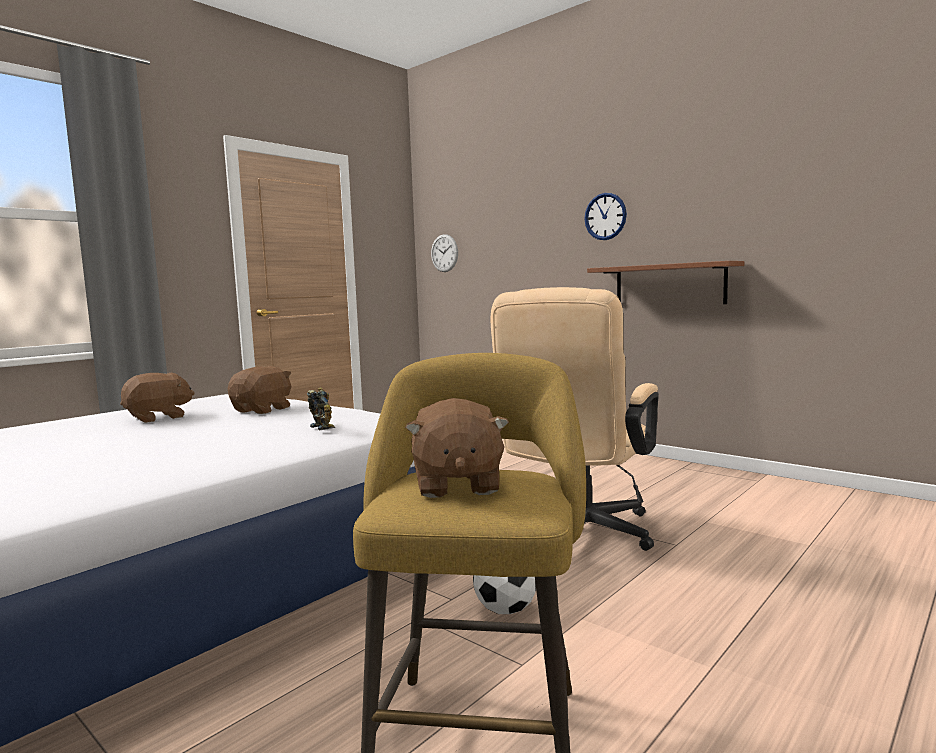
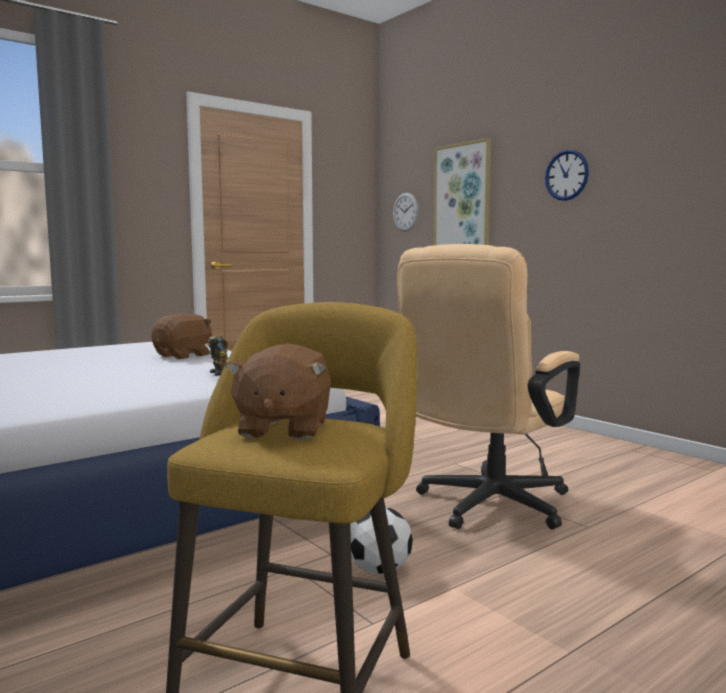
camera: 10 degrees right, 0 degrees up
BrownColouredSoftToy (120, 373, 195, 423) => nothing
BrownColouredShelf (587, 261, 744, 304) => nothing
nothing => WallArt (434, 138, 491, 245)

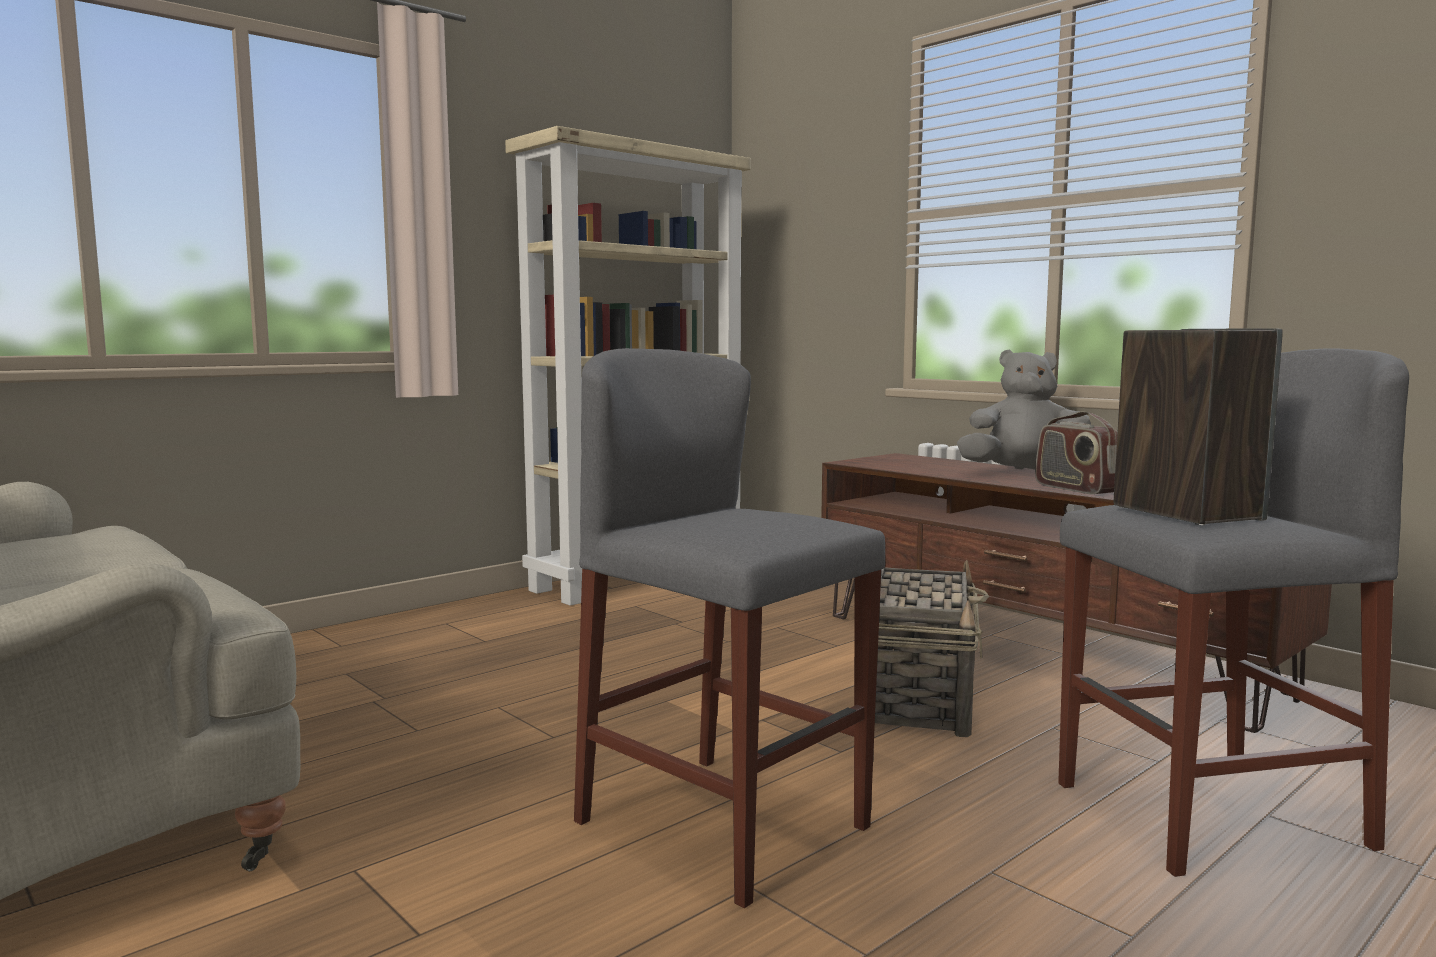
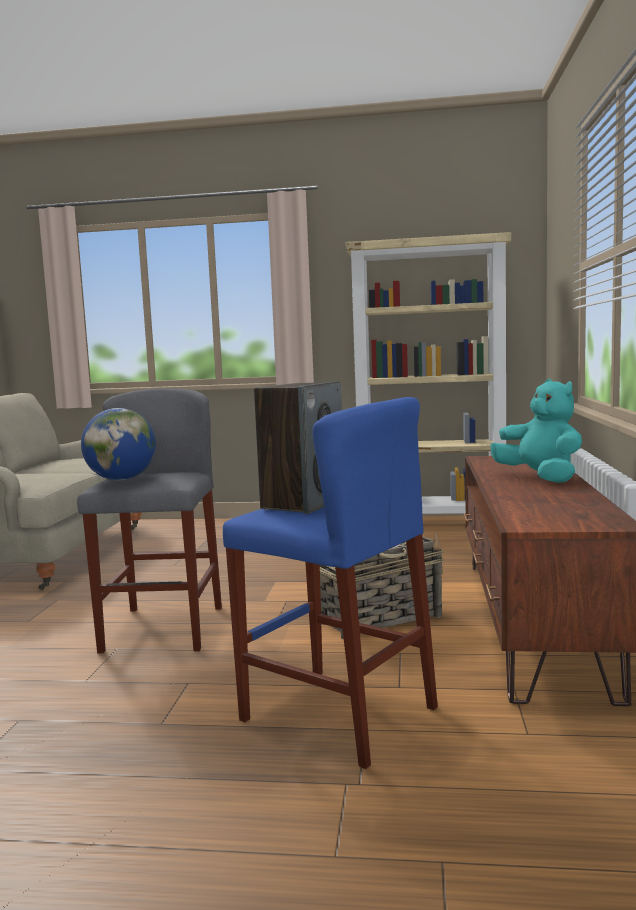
camera: 50 degrees right, 0 degrees up
RadioReceiver (1035, 411, 1118, 494) => nothing
nothing => WorldGlobe (81, 408, 156, 480)
GreyishSoftToy (957, 350, 1091, 470) => TurquoiseColouredSoftToy (490, 379, 582, 483)
GreyishSittingStool (1058, 348, 1409, 877) => BluishSittingStool (223, 397, 438, 769)

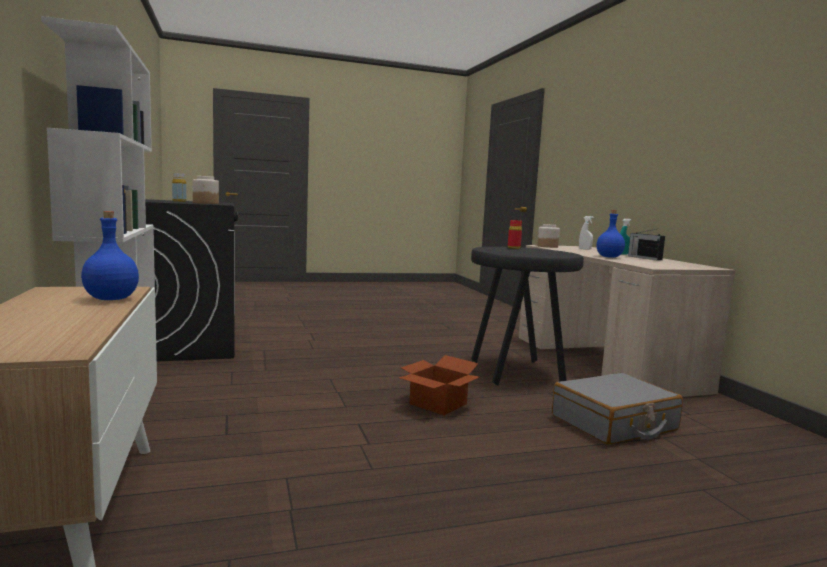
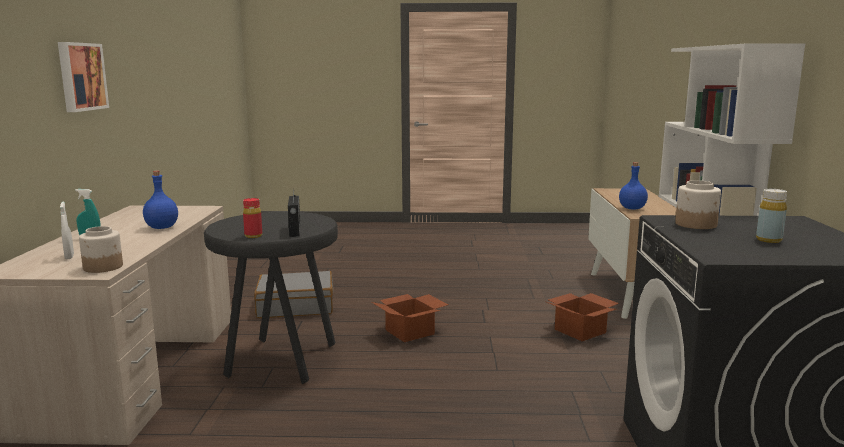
camera: 160 degrees left, 5 degrees up
nothing => WallArt (58, 42, 109, 112)
nothing => CardboardBox (547, 293, 619, 341)
RadioReceiver (628, 229, 665, 260) => RadioReceiver (288, 192, 300, 237), move

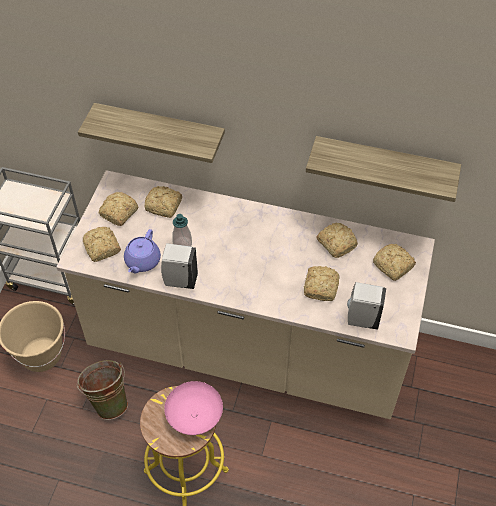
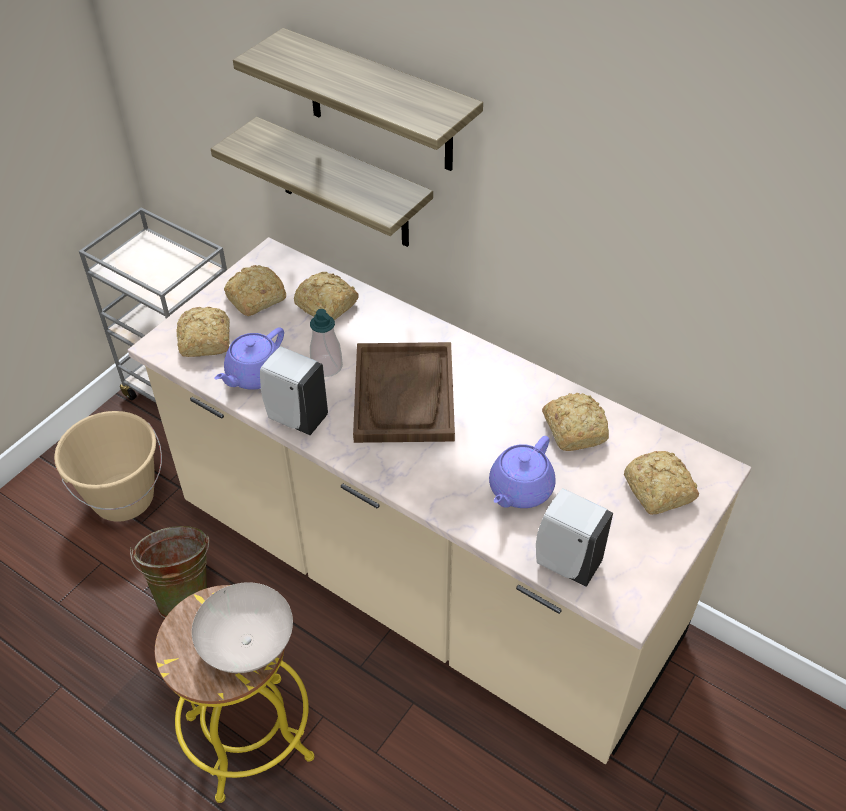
camera: 20 degrees right, 5 degrees down
nothing => BrownColouredServingTray (353, 342, 455, 443)
Shelf (306, 136, 461, 202) => Shelf (233, 28, 483, 171), move
Bread (304, 266, 340, 301) => PurpleColouredTeapot (489, 436, 556, 508)
PinkishDeepDish (164, 381, 223, 435) => WhitishDeepDish (192, 582, 293, 673)

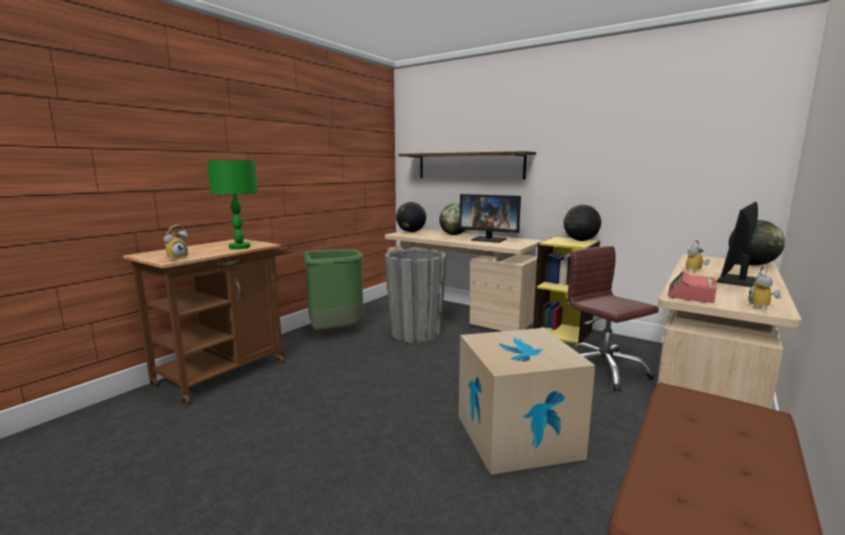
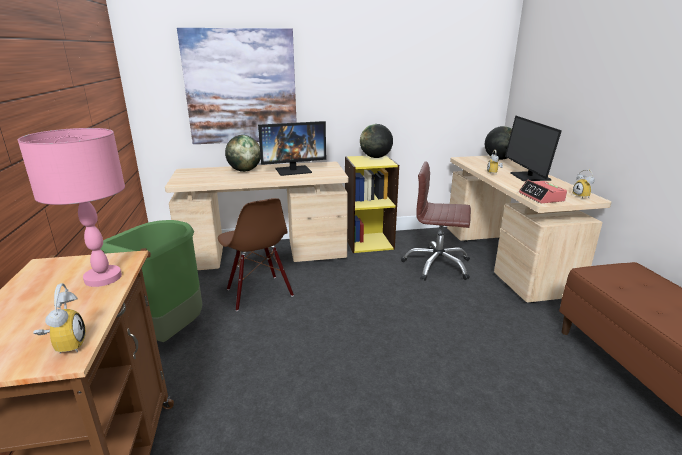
camera: 45 degrees left, 10 degrees up
WorldGlobe (396, 202, 426, 232) => nothing
CardboardBox (459, 328, 595, 475) => nothing
GreyishPlanter (384, 248, 447, 343) => BrownColouredChair (218, 198, 294, 311)
Shelf (399, 151, 536, 180) => WallArt (177, 28, 297, 144)
GreenColouredTabletopLamp (207, 160, 258, 249) => PinkishTabletopLamp (18, 128, 125, 287)

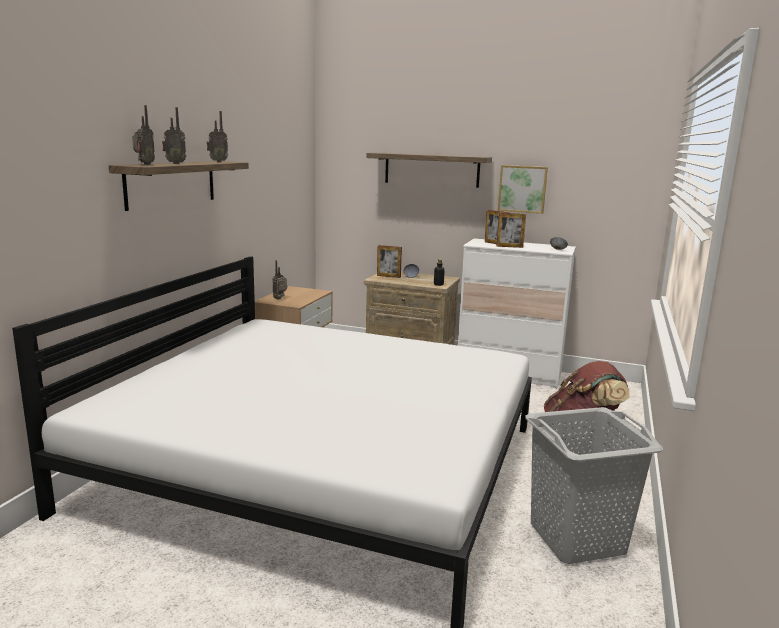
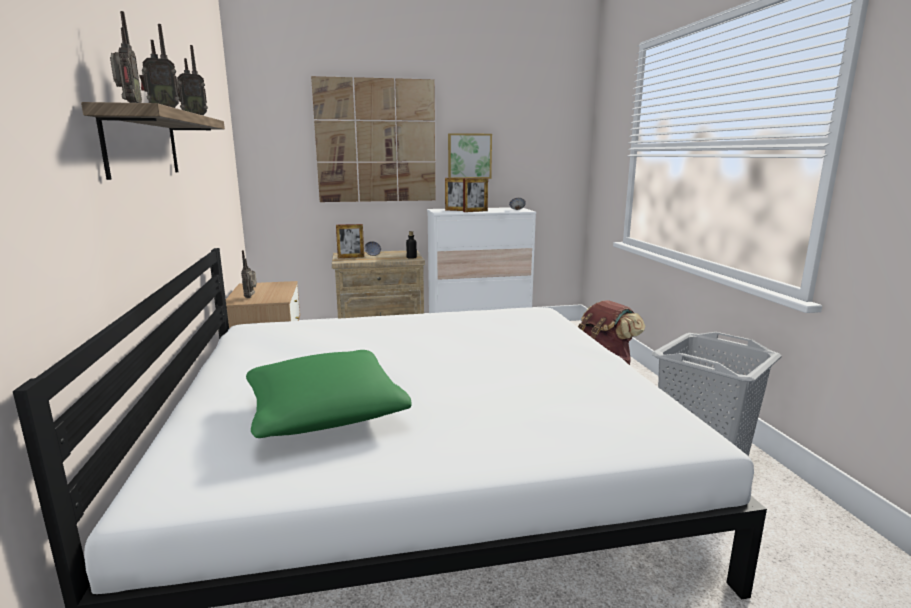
camera: 30 degrees left, 0 degrees up
nothing => GreenColouredThrowPillow (246, 350, 412, 438)
Shelf (367, 153, 492, 188) => WallArt (311, 76, 436, 202)

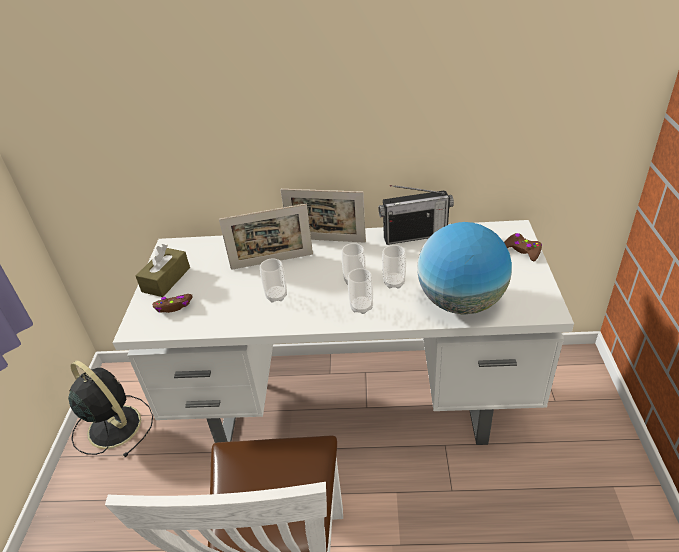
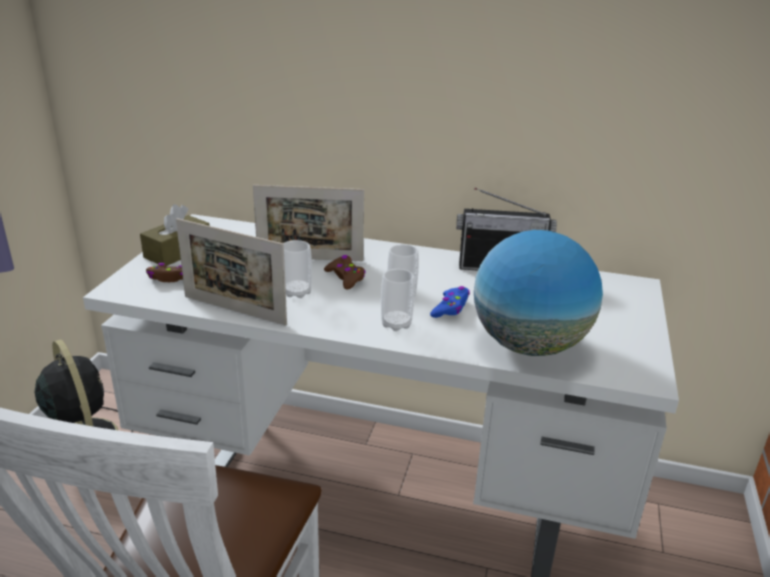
camera: 10 degrees right, 10 degrees down
PictureFrame (280, 189, 366, 243) => PictureFrame (176, 218, 287, 326), move
BrownColouredGamepad (504, 233, 542, 261) => BrownColouredGamepad (324, 255, 366, 290), move
DrinkingCup (382, 245, 406, 289) => BluishGamepad (430, 286, 470, 318)

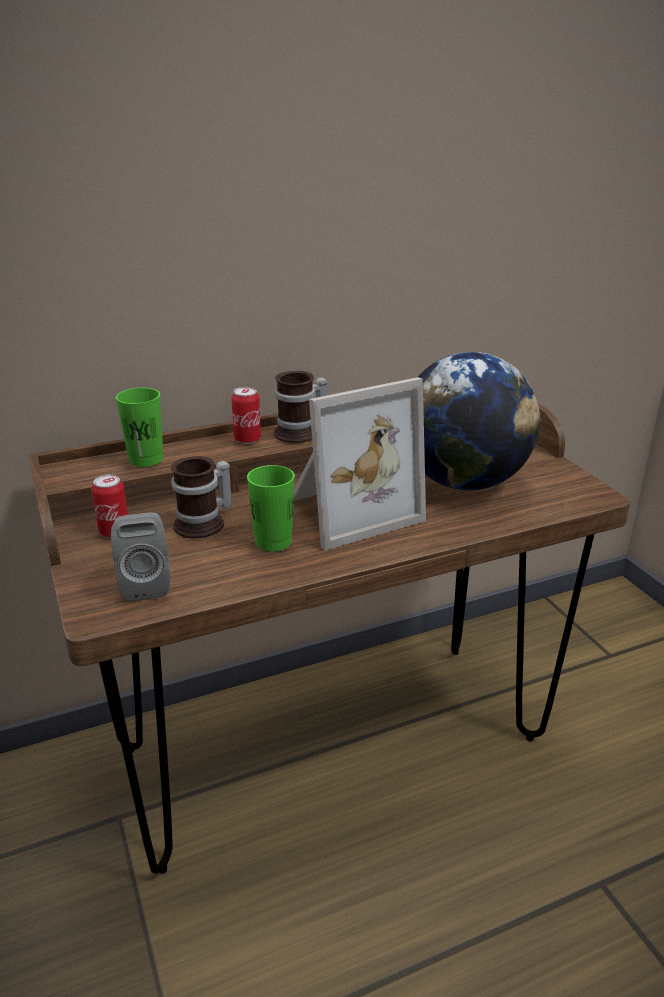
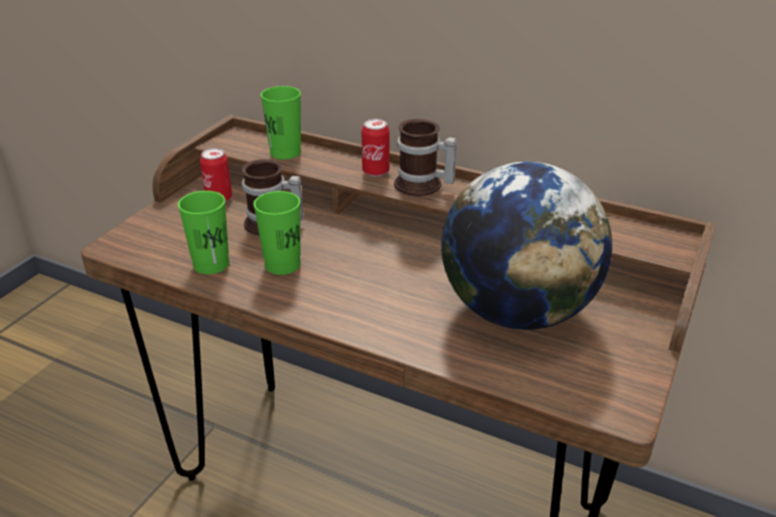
camera: 50 degrees right, 5 degrees up
GreyishLoudspeaker (111, 513, 170, 601) => nothing
PictureFrame (294, 377, 426, 550) => nothing
nothing => GreenColouredDrinkingCup (178, 191, 229, 274)

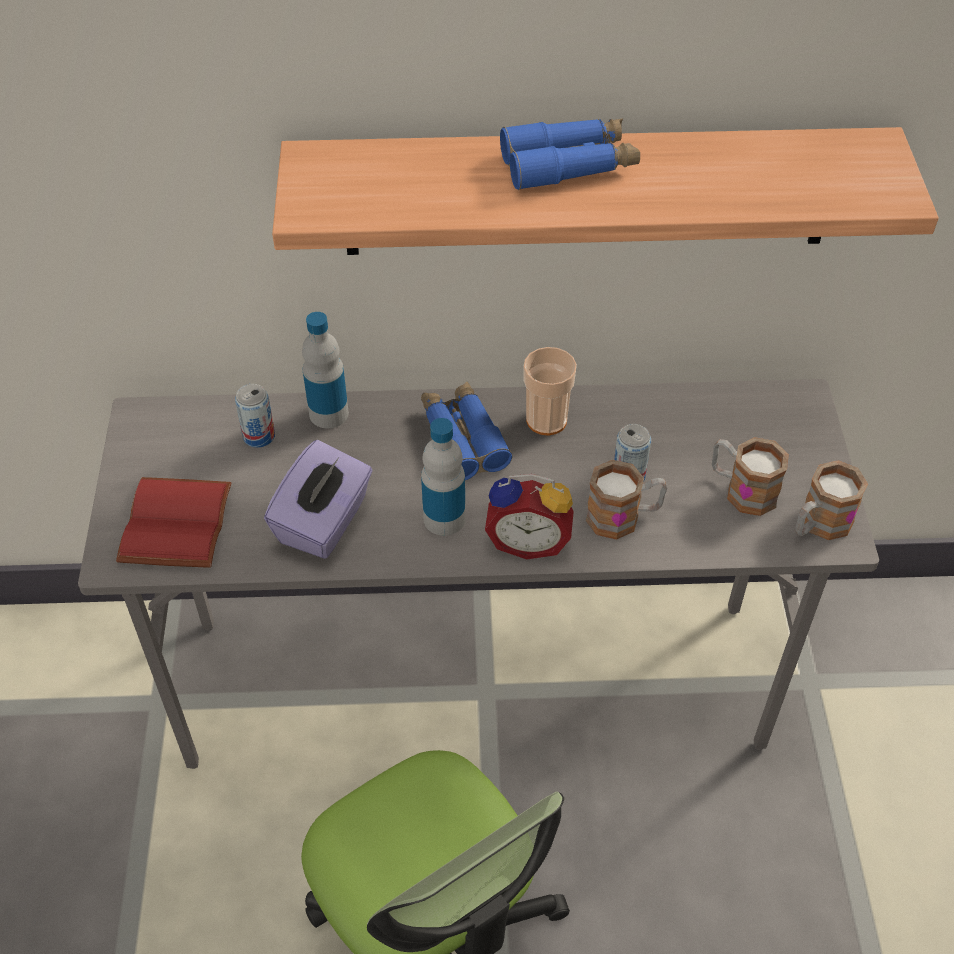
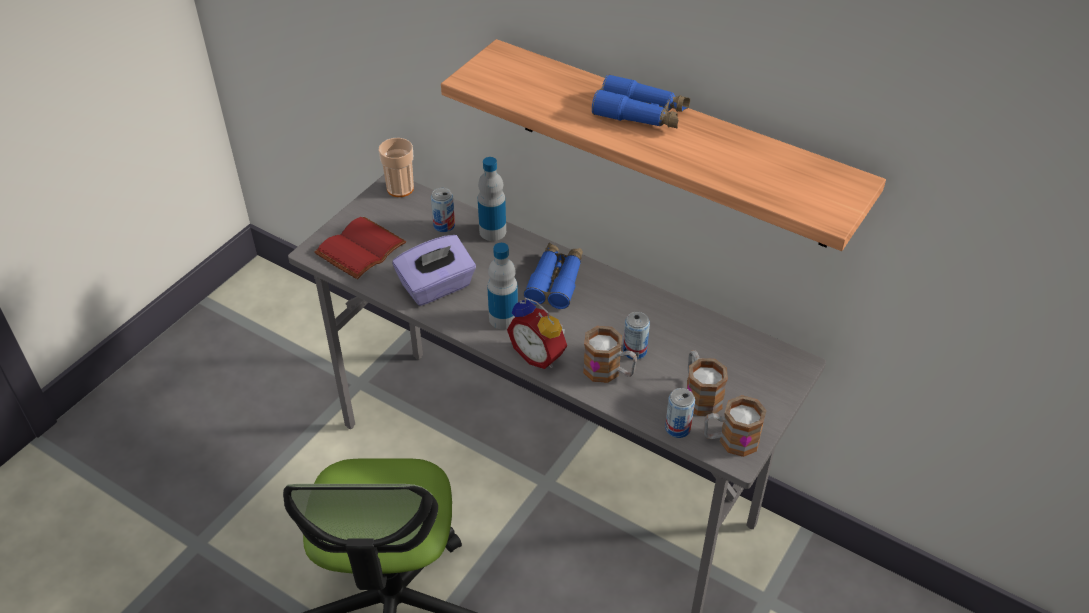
camera: 35 degrees right, 5 degrees down
nothing => Can (665, 388, 695, 438)
DrinkingCup (523, 347, 577, 436) => DrinkingCup (378, 138, 414, 197), move

